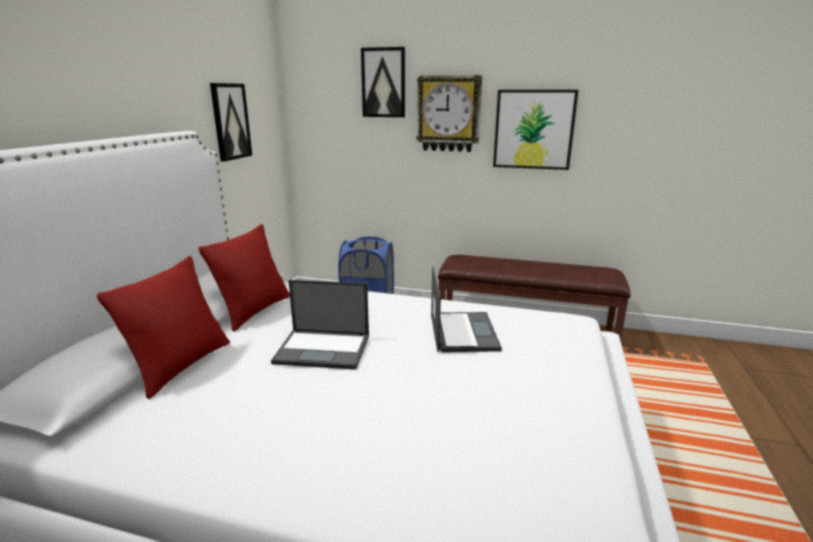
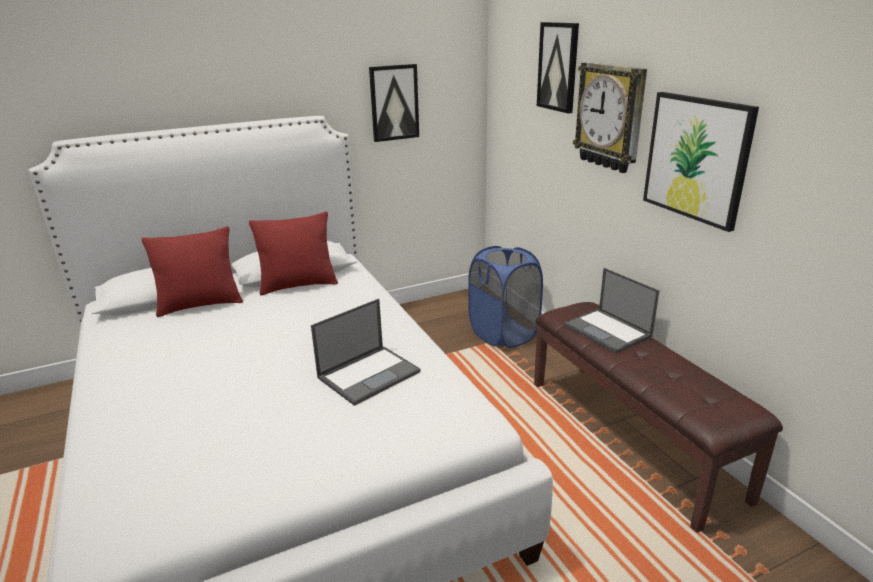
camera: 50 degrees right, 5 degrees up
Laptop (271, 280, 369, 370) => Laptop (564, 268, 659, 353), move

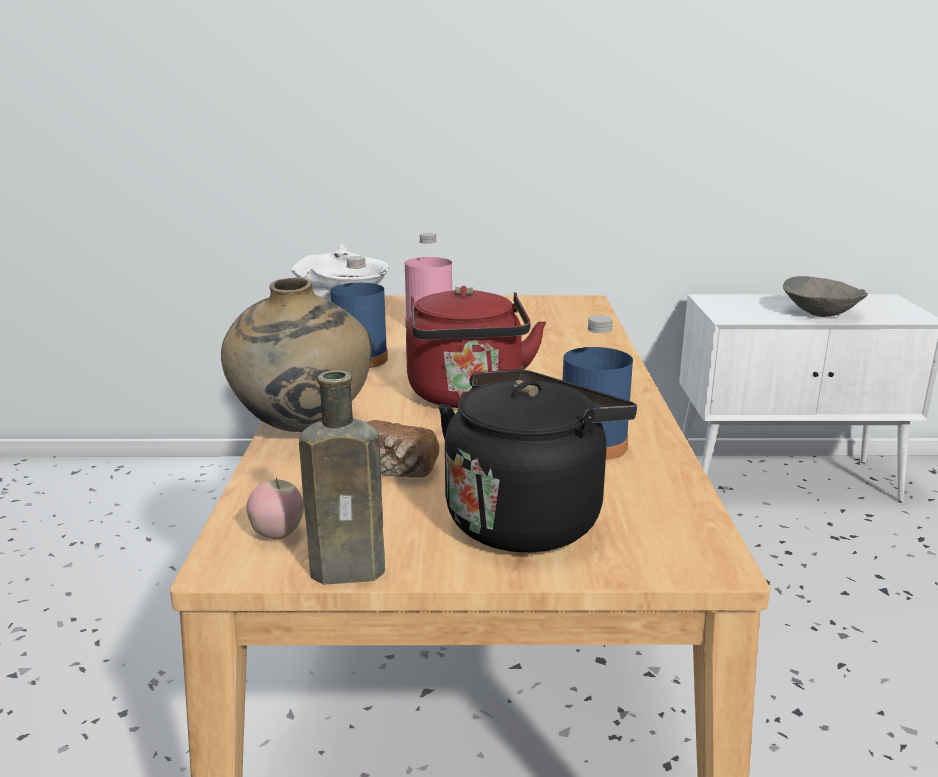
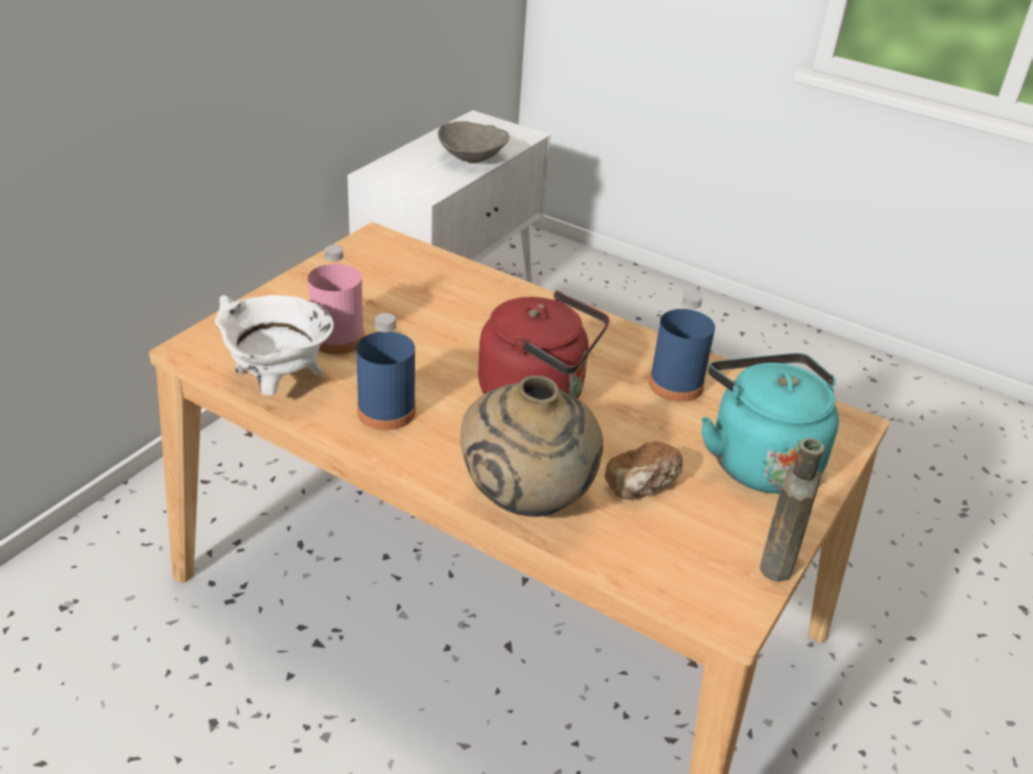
camera: 60 degrees left, 15 degrees up
AppleFruit (246, 478, 304, 539) => nothing
BlackWaterKettle (439, 369, 637, 553) => TurquoiseColouredWaterKettle (701, 353, 839, 494)

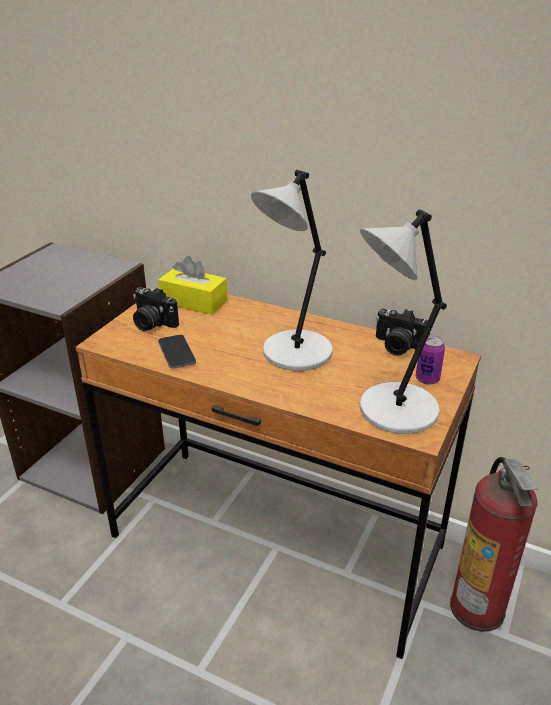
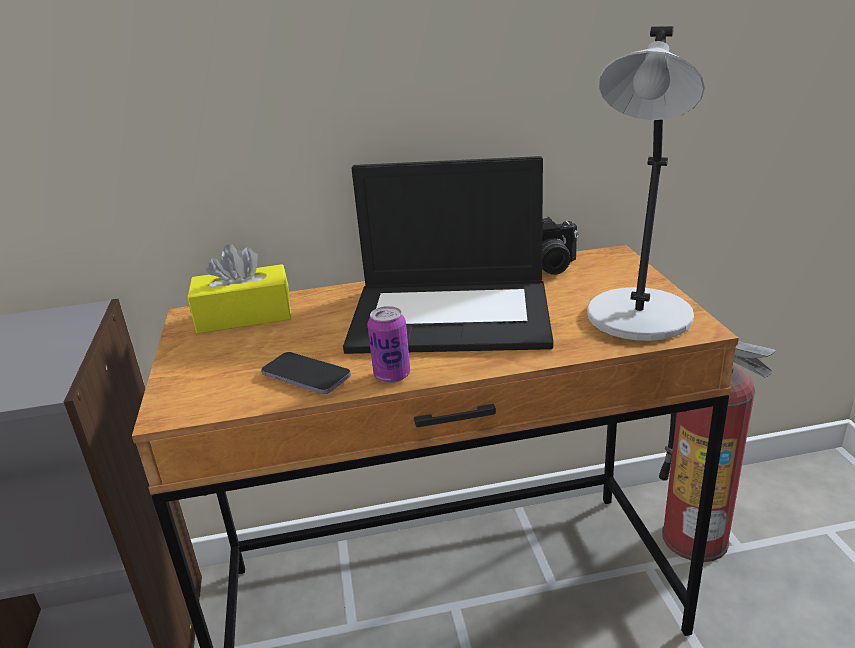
camera: 35 degrees left, 5 degrees down
StillCamera (133, 287, 179, 331) => nothing
Can (416, 335, 445, 385) => Can (368, 306, 410, 383), move
GreyishTabletopLamp (251, 170, 333, 371) => Laptop (343, 156, 554, 354)

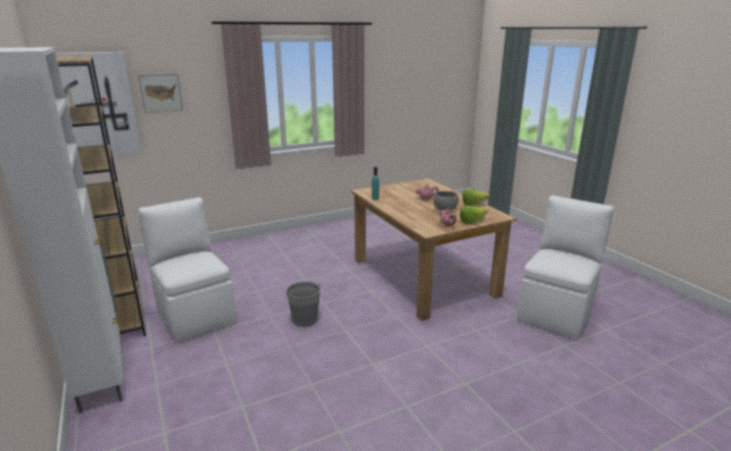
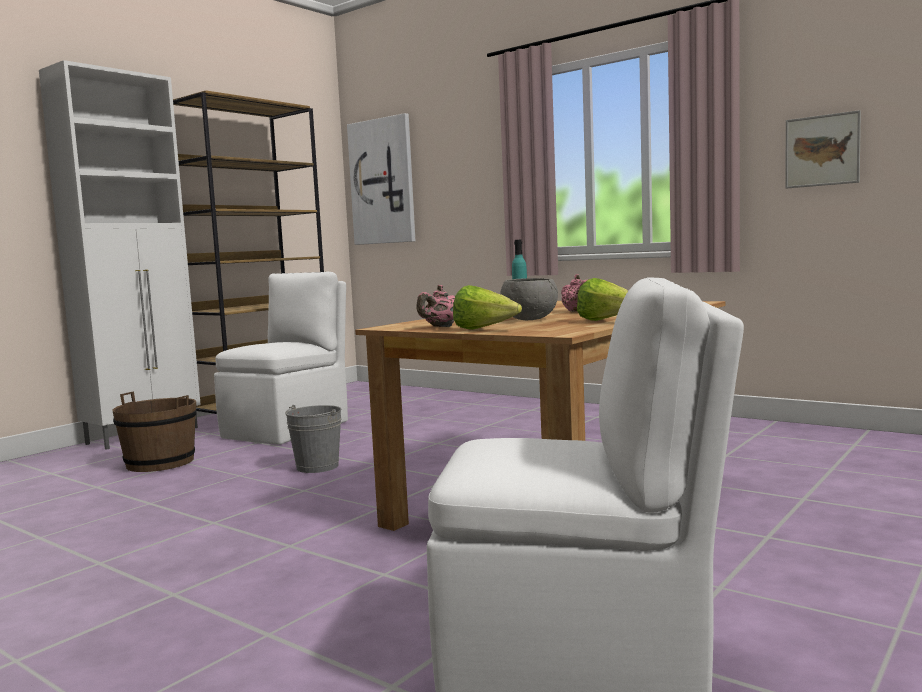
camera: 65 degrees right, 15 degrees down
nothing => BrownColouredPail (112, 392, 197, 472)
WallArt (138, 73, 183, 113) => WallArt (785, 110, 861, 189), move

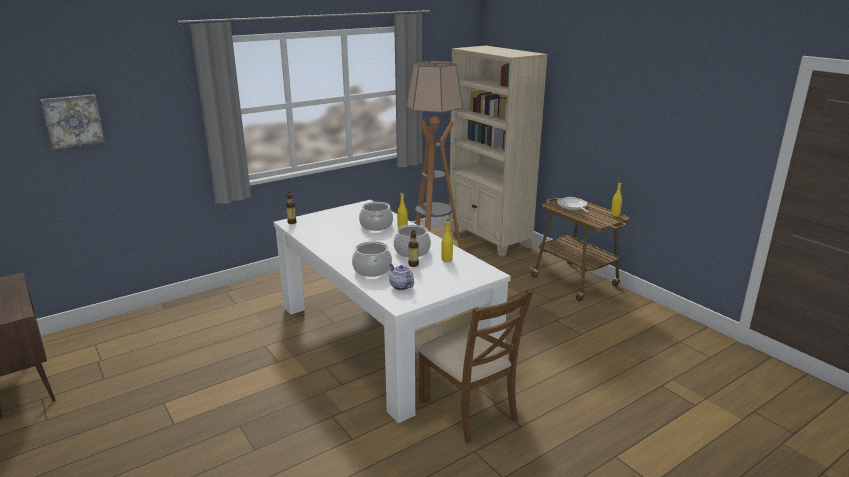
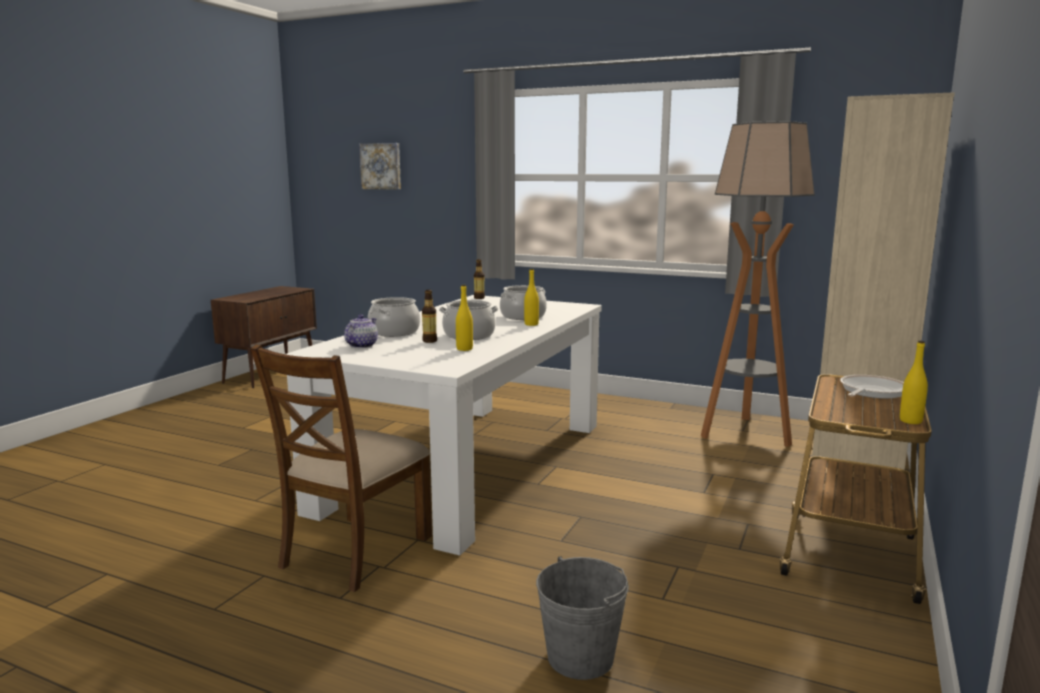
camera: 60 degrees right, 10 degrees down
nothing => GreyishPail (536, 556, 629, 680)

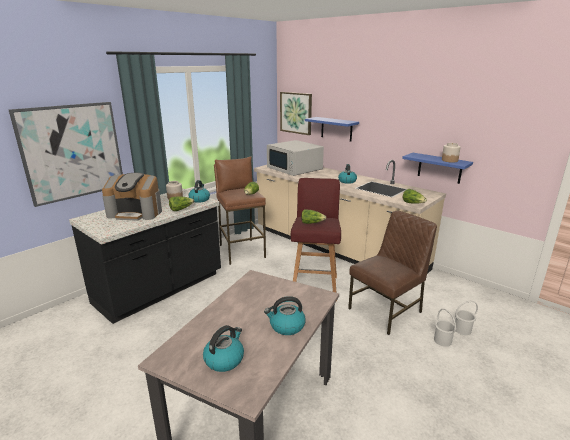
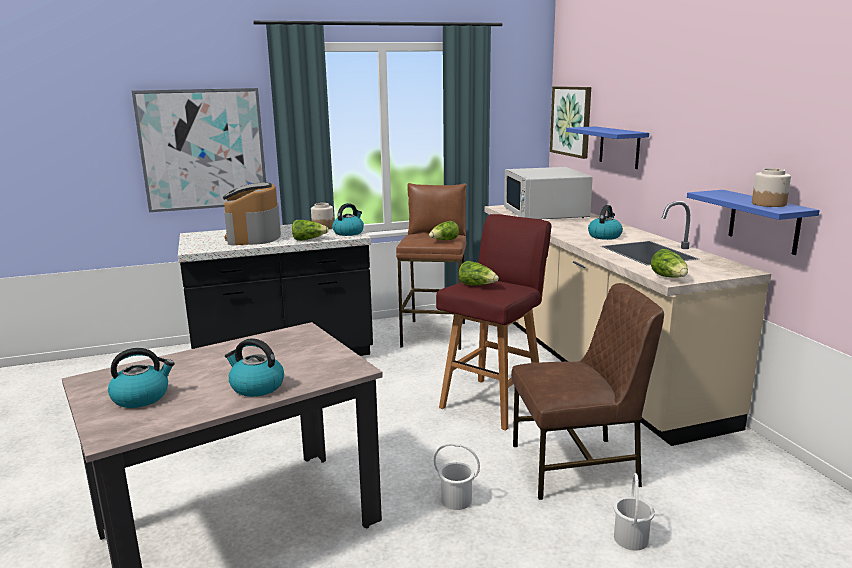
camera: 30 degrees right, 5 degrees down
WhitishPail (455, 301, 478, 335) => WhitishPail (434, 443, 480, 510), move
CoffeeMaker (102, 173, 162, 221) => CoffeeMaker (223, 182, 281, 245), 45 degrees clockwise

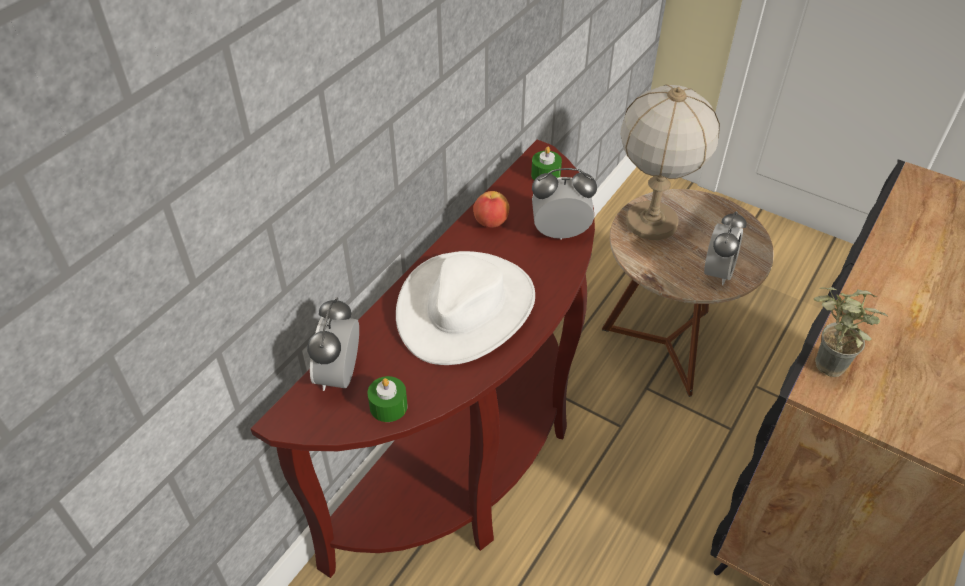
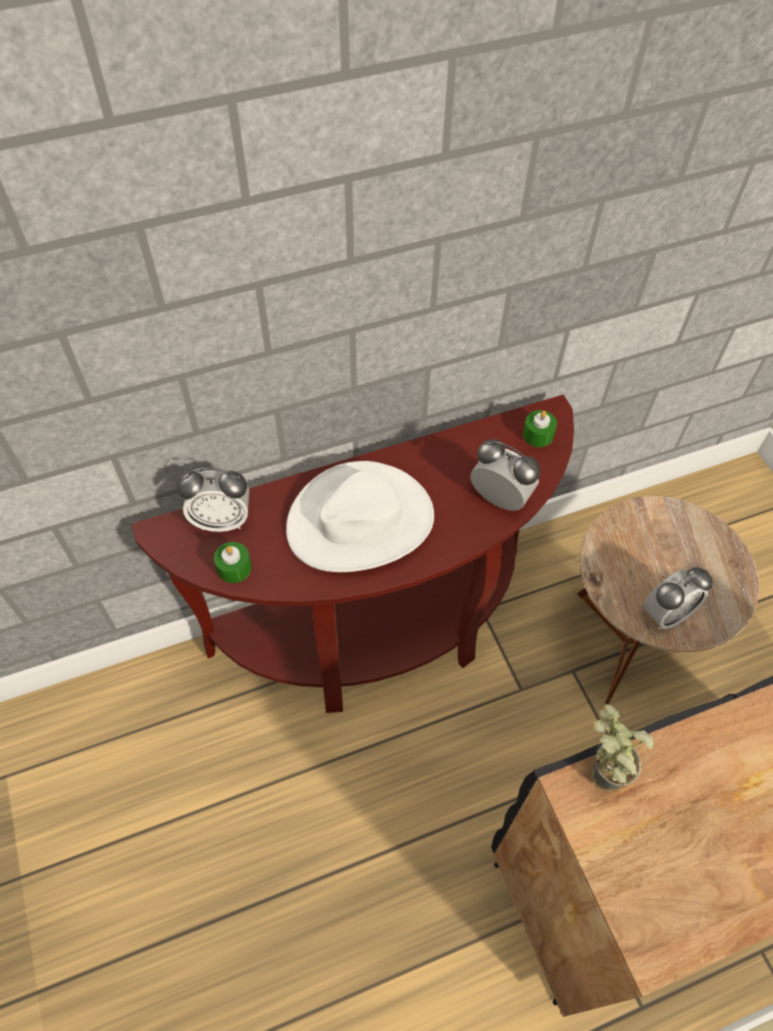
camera: 35 degrees right, 10 degrees up
AppleFruit (473, 191, 510, 228) => nothing
TabletopLamp (620, 84, 720, 240) => nothing
TableClock (307, 297, 359, 391) => TableClock (177, 468, 249, 532), 135 degrees counterclockwise

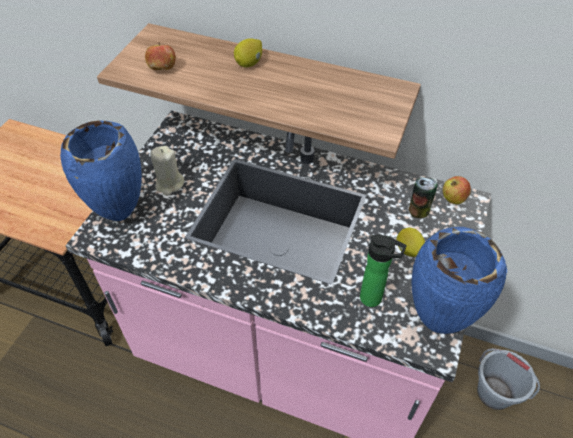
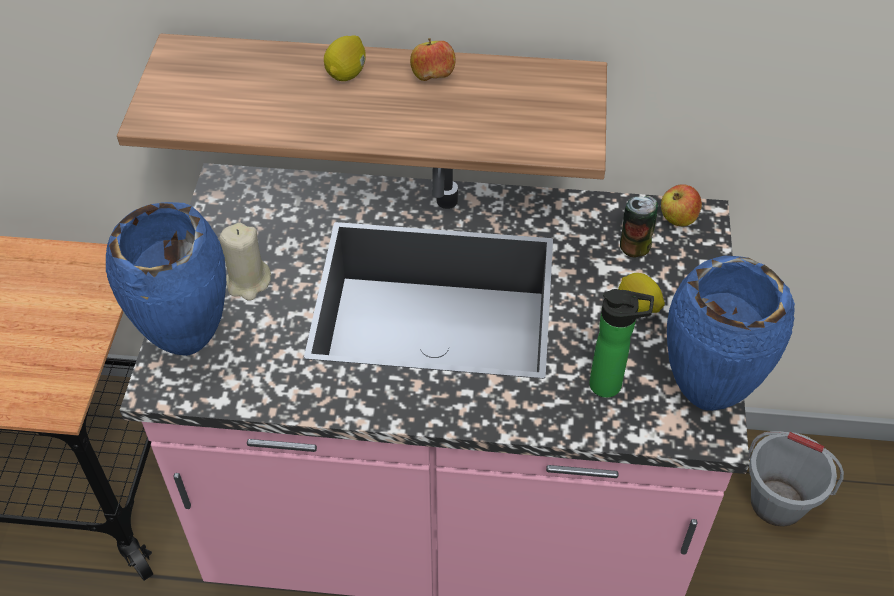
camera: 15 degrees left, 0 degrees up
AppleFruit (145, 42, 176, 70) => AppleFruit (410, 38, 456, 81), move

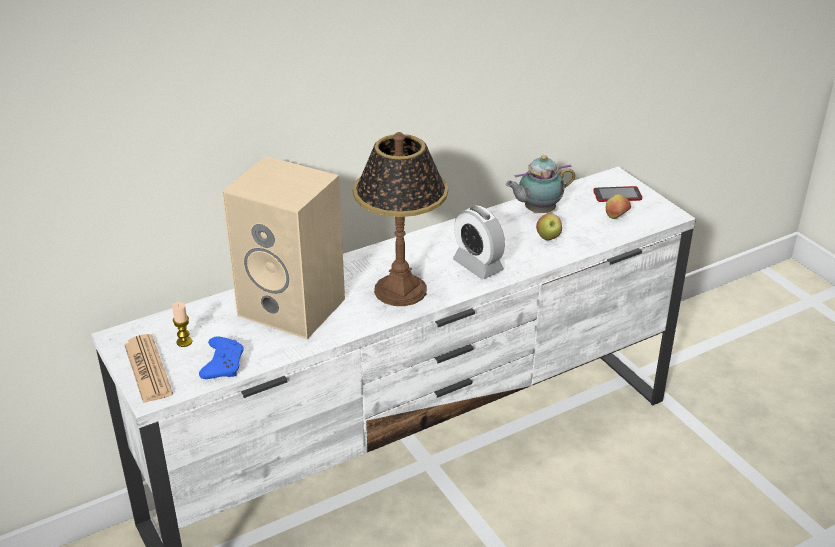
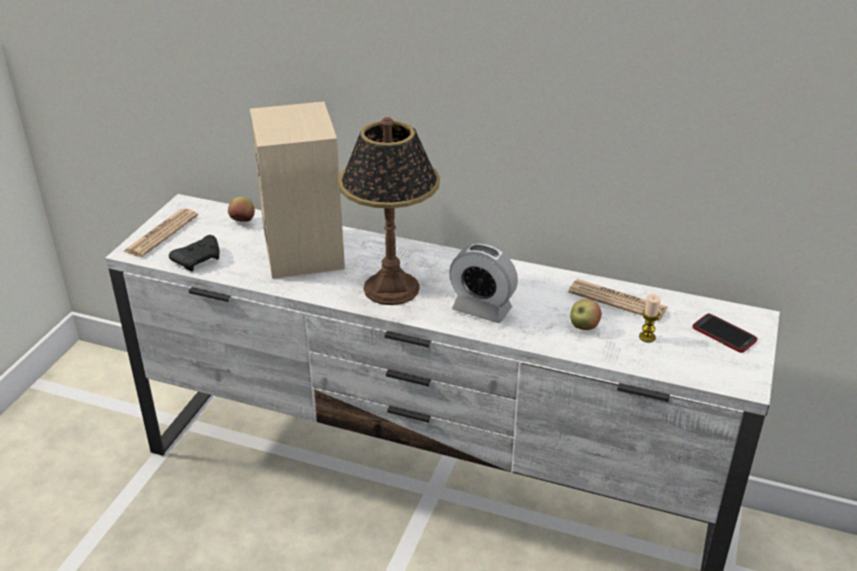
camera: 50 degrees right, 0 degrees up
WaxCandle (172, 302, 192, 347) => WaxCandle (639, 294, 661, 342), move
AppleFruit (606, 194, 631, 219) => AppleFruit (228, 197, 255, 222), move
Teapot (506, 155, 575, 213) => Newspaper (568, 279, 668, 321)
BluishGamepad (199, 337, 244, 379) => BlackGamepad (169, 235, 220, 271)
TableClock (453, 206, 505, 279) => TableClock (449, 243, 518, 323), 75 degrees counterclockwise

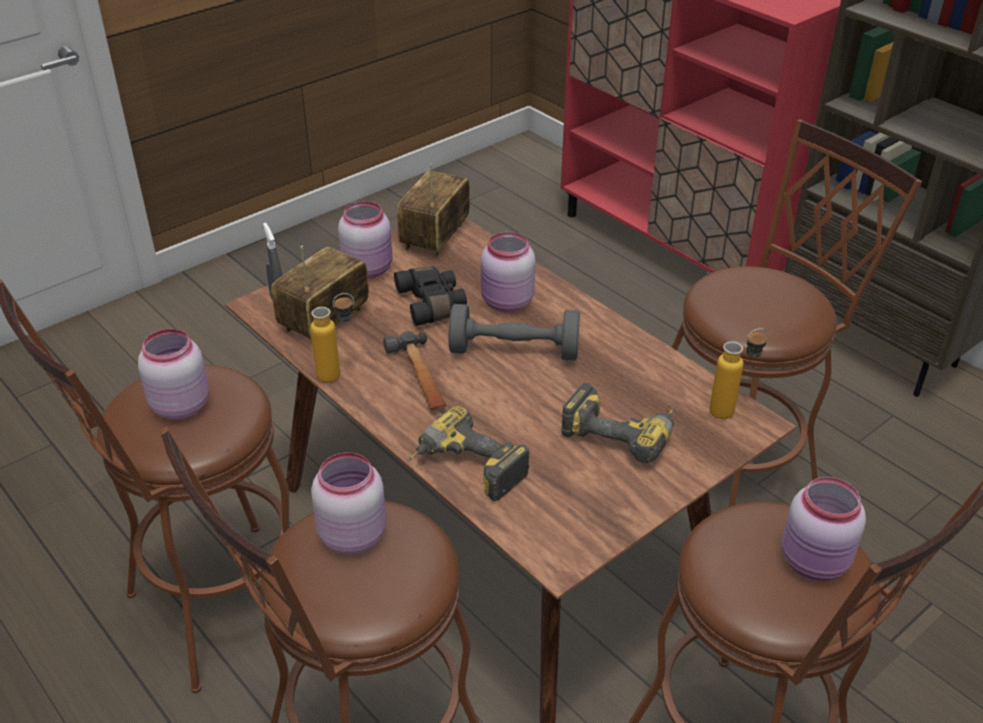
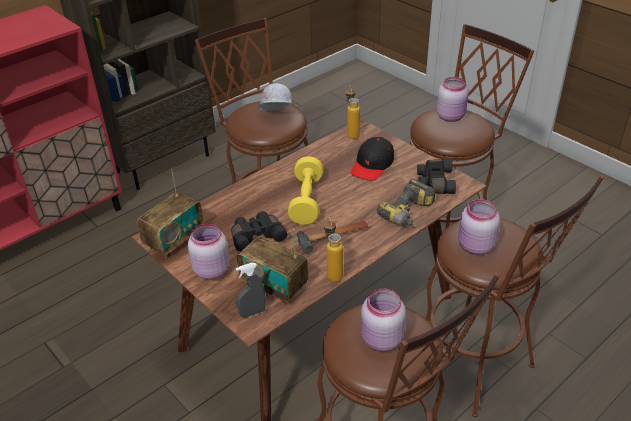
camera: 90 degrees left, 0 degrees up
PinkishPreserveJar (481, 232, 536, 312) => nothing
nothing => WhitishHardHat (257, 83, 293, 111)
nothing => BlackBinoculars (417, 159, 456, 194)
PowerDrill (561, 383, 674, 463) => BlackCap (351, 137, 394, 181)
GreyishFreeWeight (449, 304, 580, 360) => YellowColouredFreeWeight (288, 156, 323, 225)
RadioReceiver (397, 164, 470, 257) => RadioReceiver (137, 169, 204, 258), 75 degrees counterclockwise

